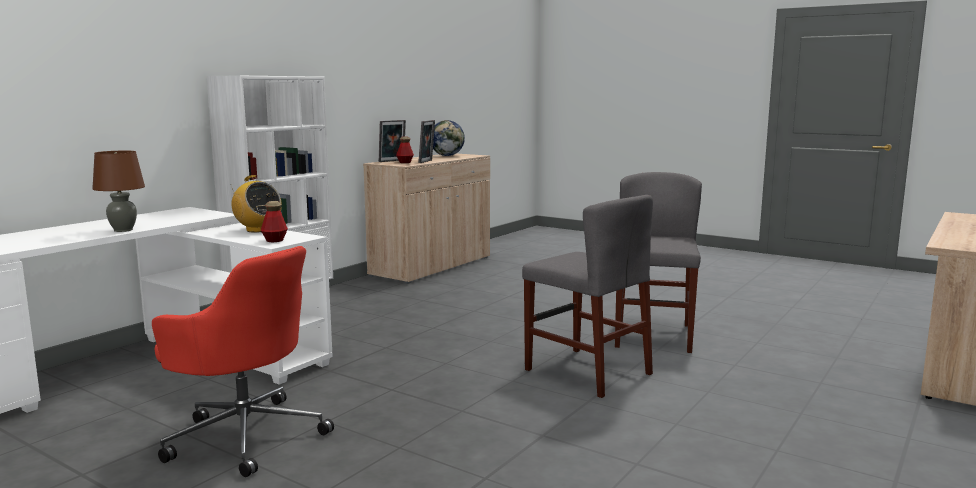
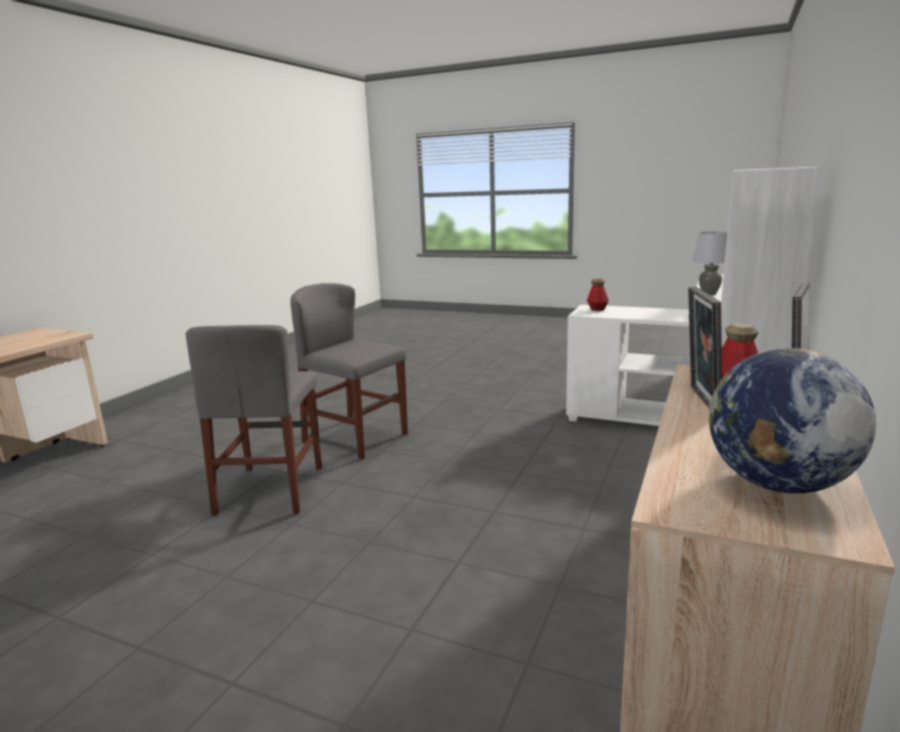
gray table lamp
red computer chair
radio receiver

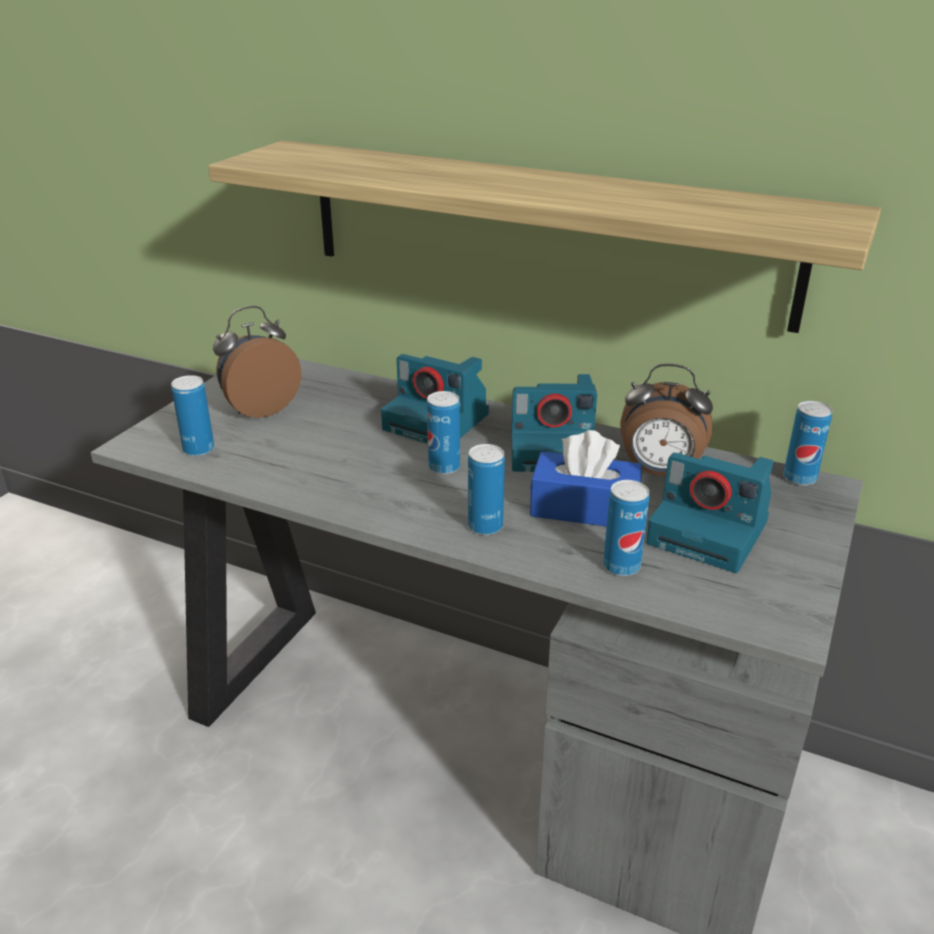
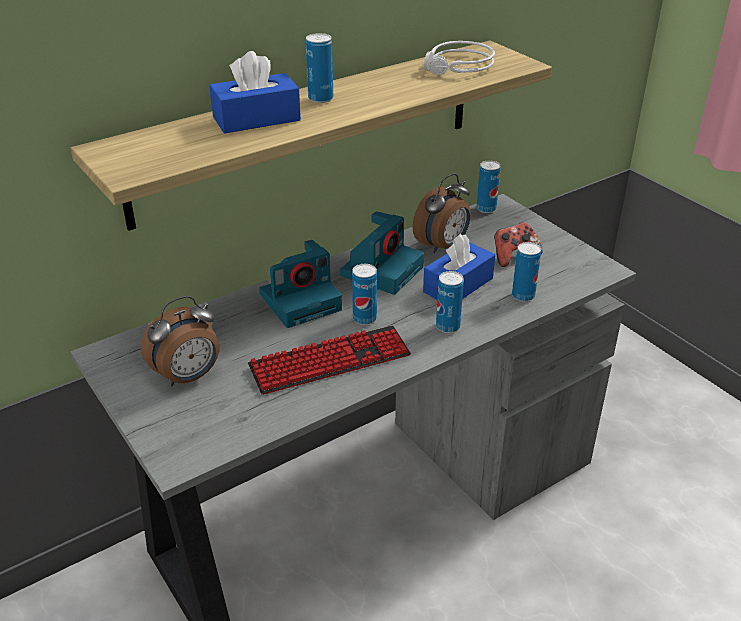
bedside clock (1st from left)
bluish tissue holder (1st from left)
PC keyboard
sealed can (1st from left)
gray headset
game controller

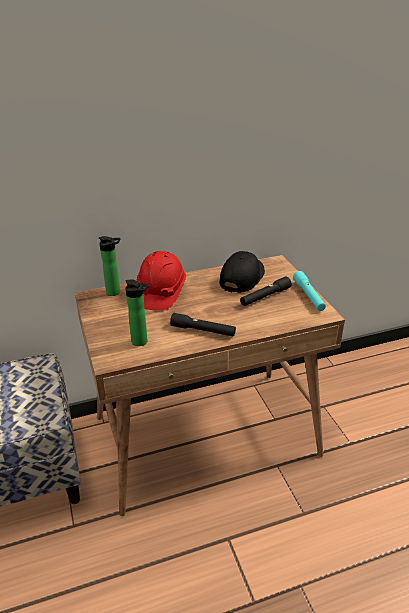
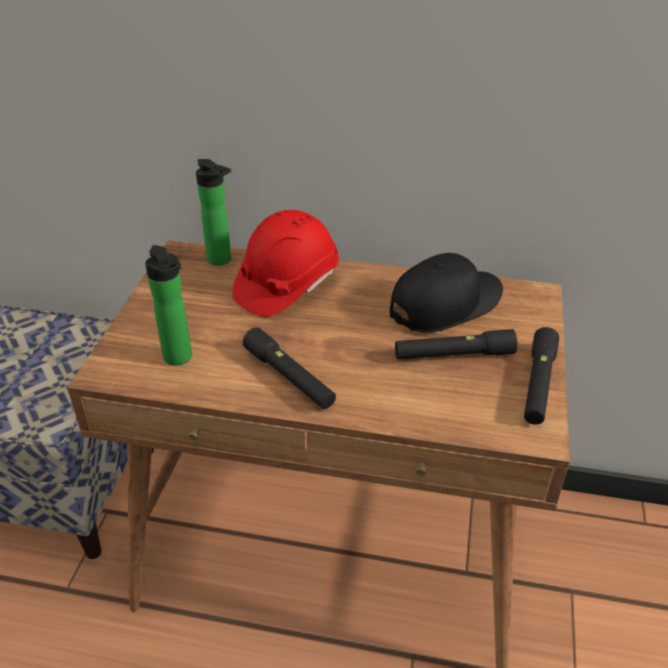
blackish flashlight (3rd from left)

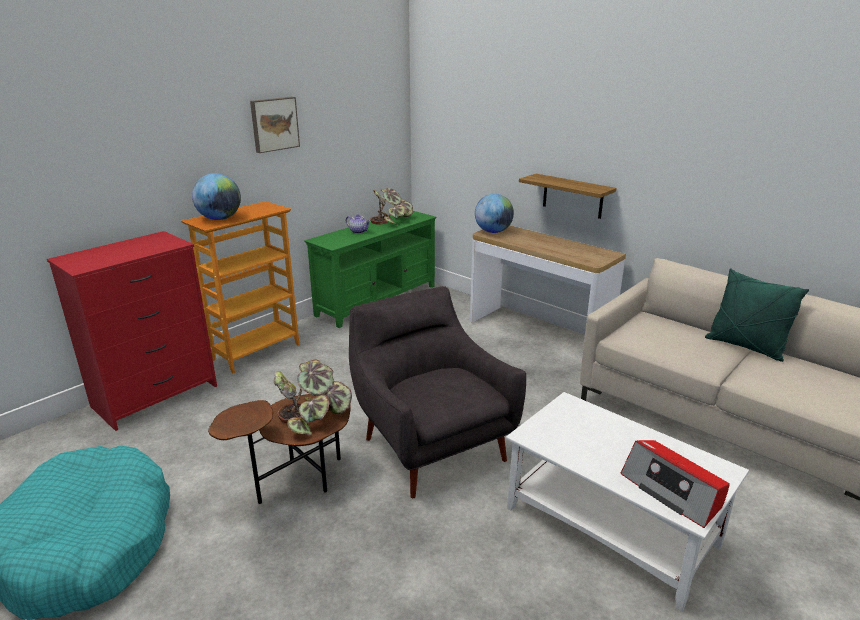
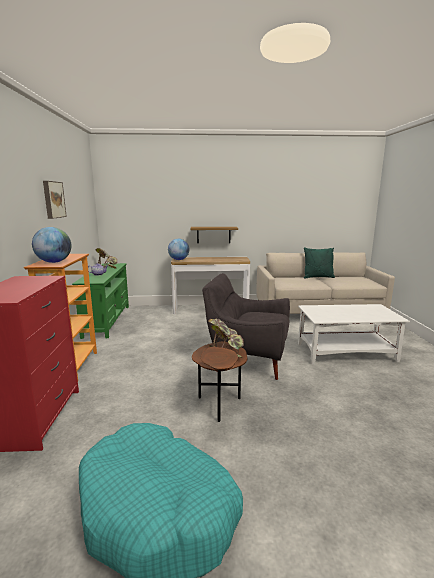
radio receiver

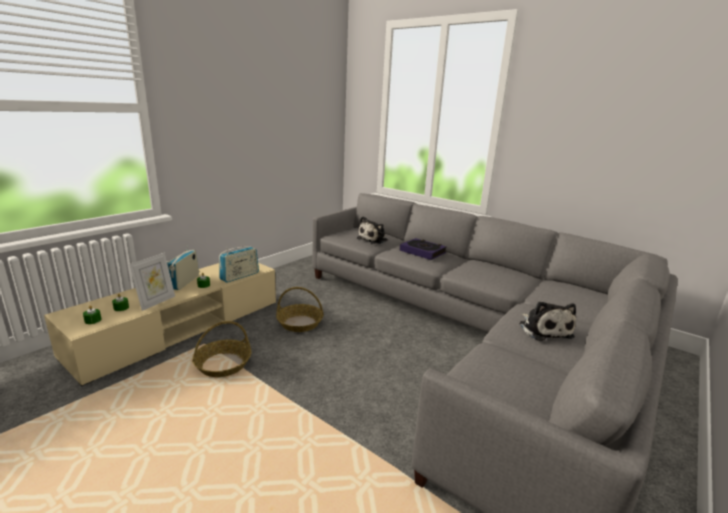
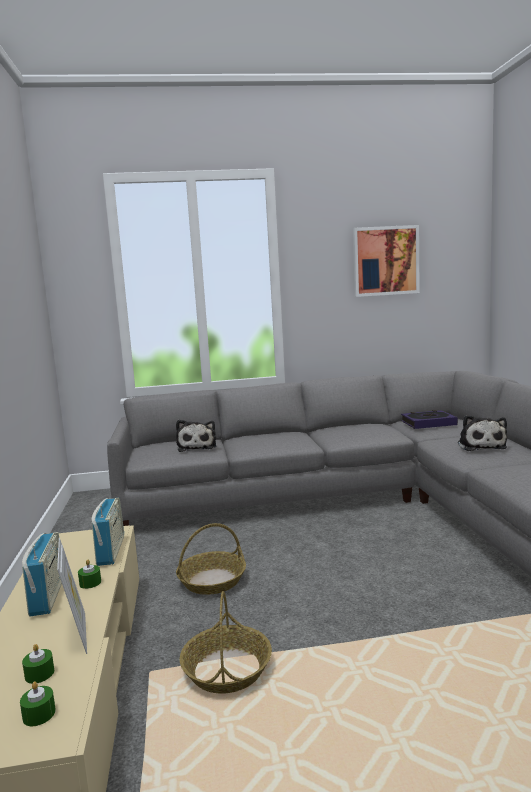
radio receiver (1st from left)
picture
volume
plush toy (2nd from left)

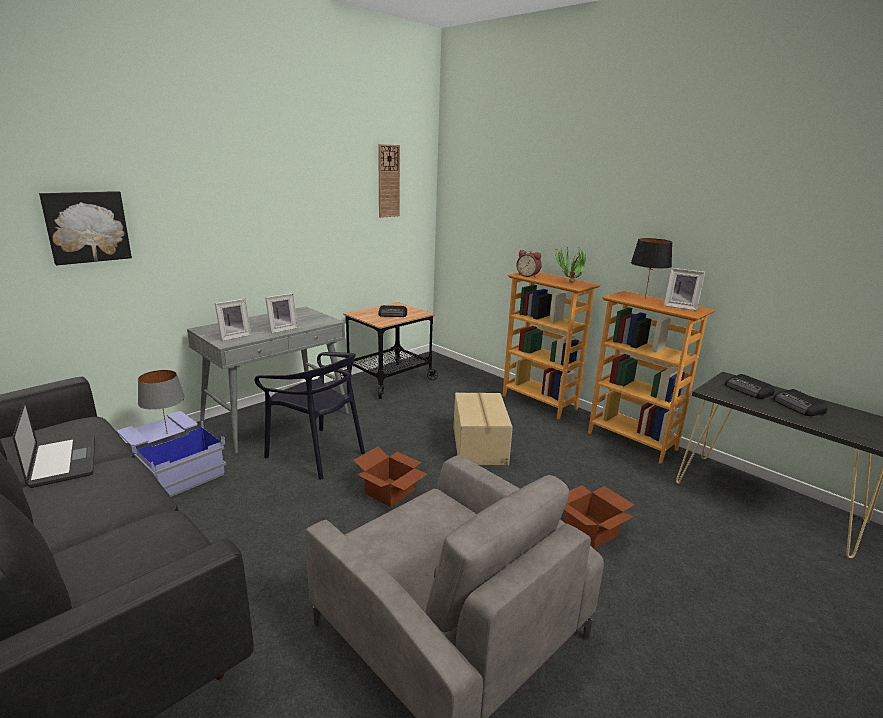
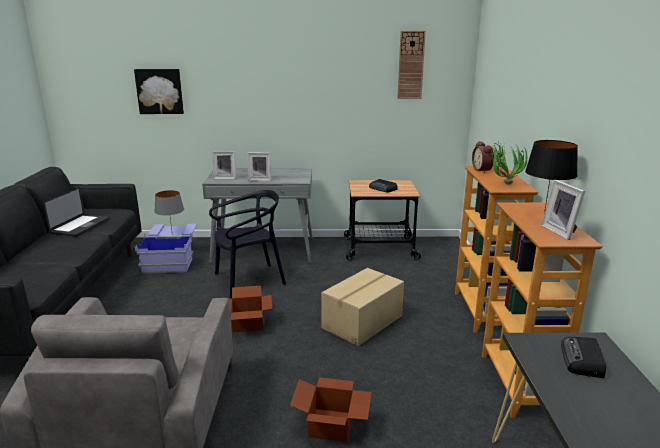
blackish upright chair
radio receiver (3rd from left in the first image)

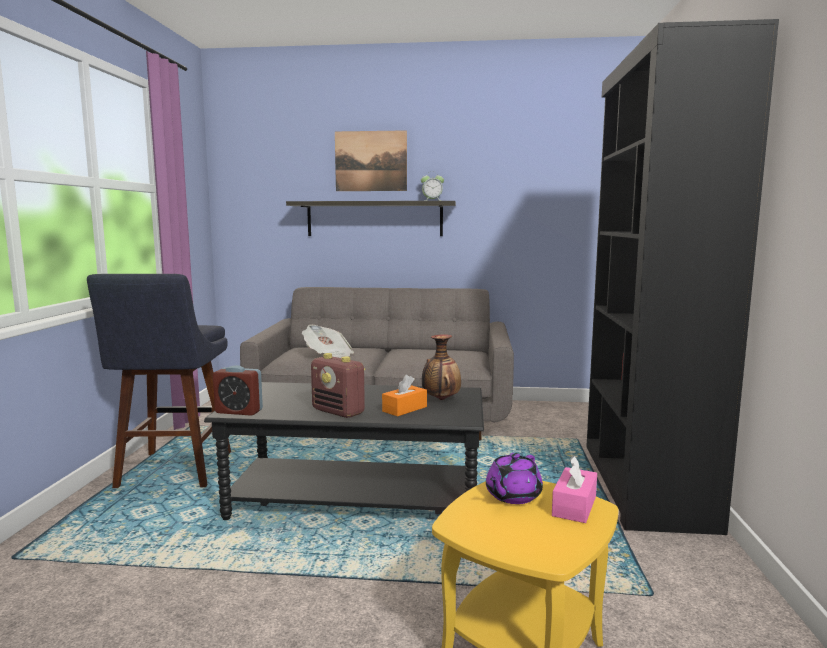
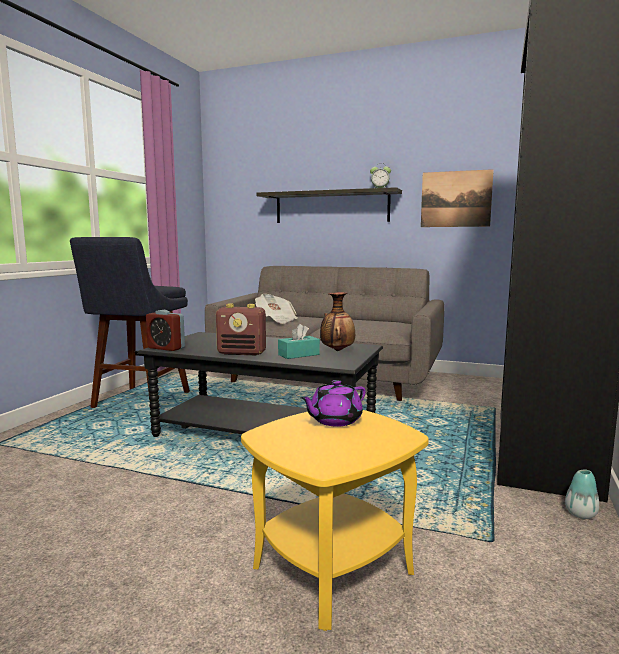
radio receiver
blue-green tissue holder
picture
decorative vase (2nd from left)
pinkish tissue holder

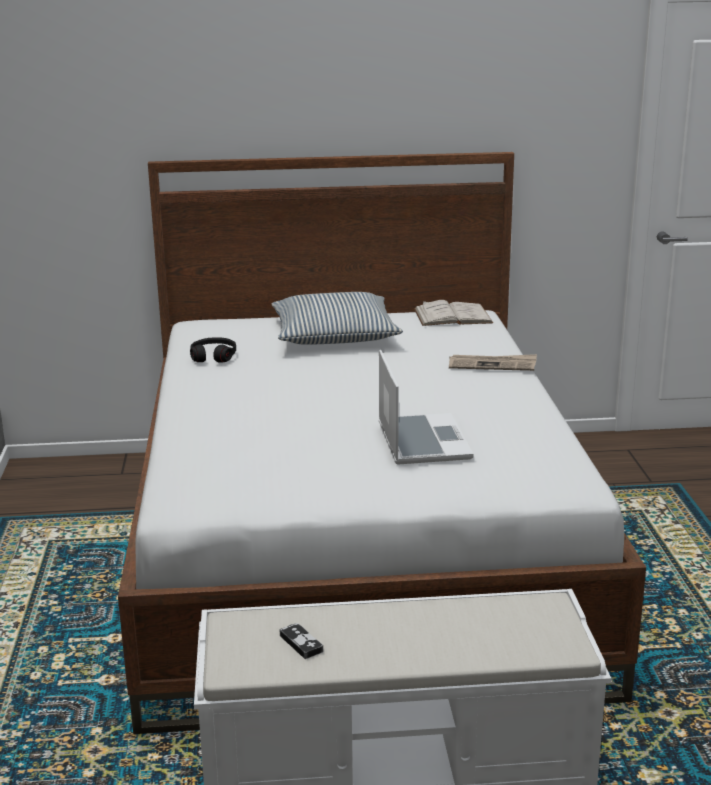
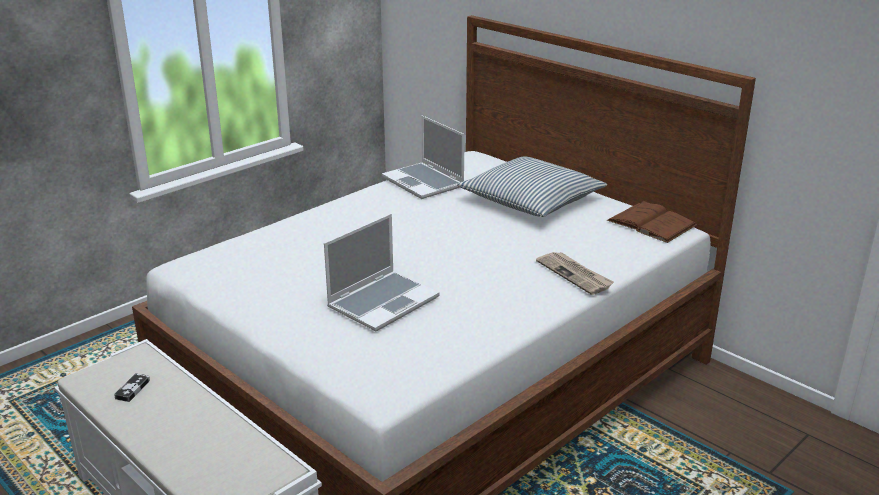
notebook computer (2nd from left)
brown-coloured volume

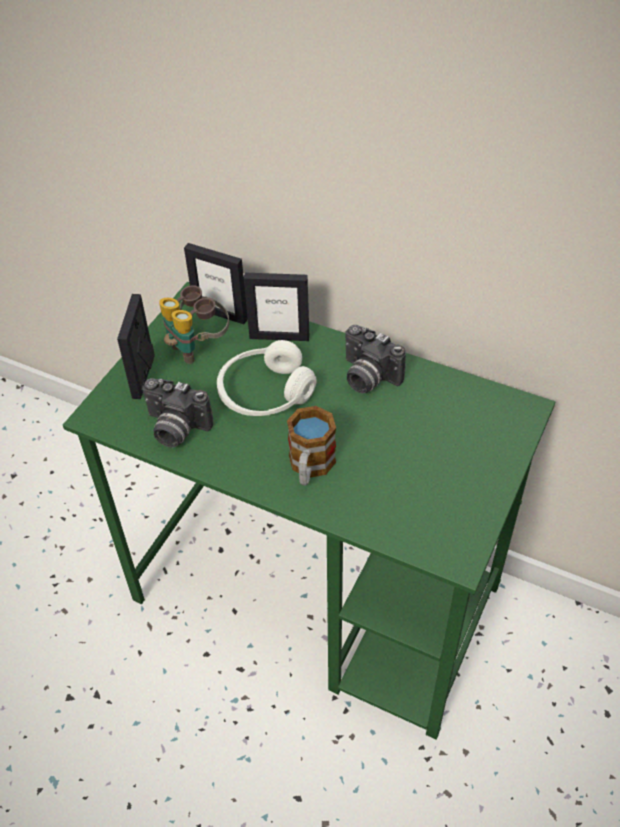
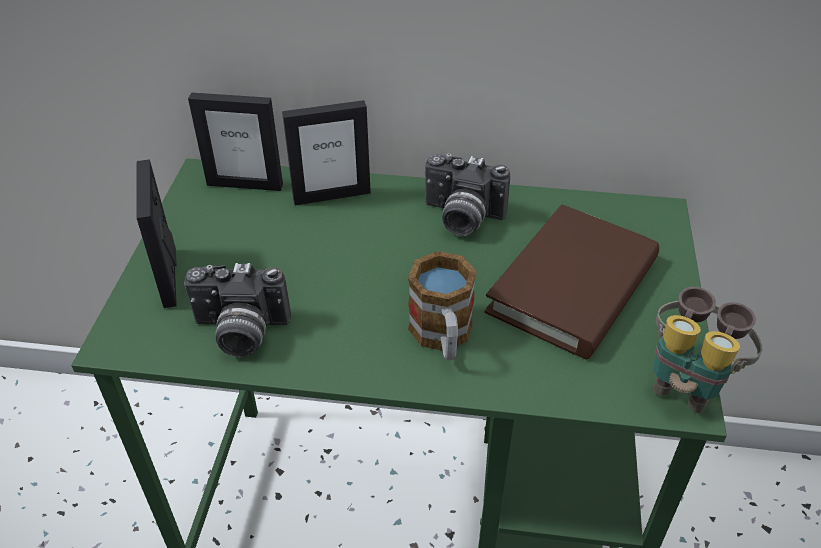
brown-coloured volume
pair of binoculars
whitish headset

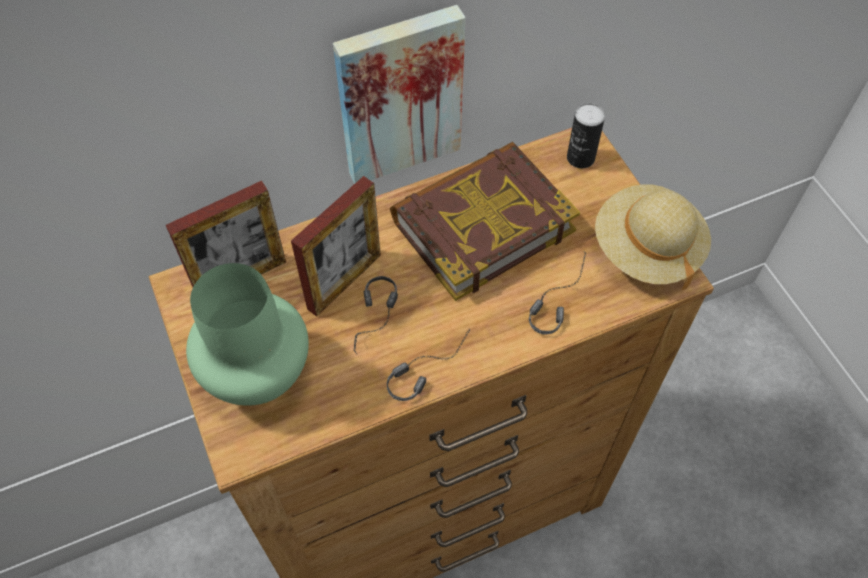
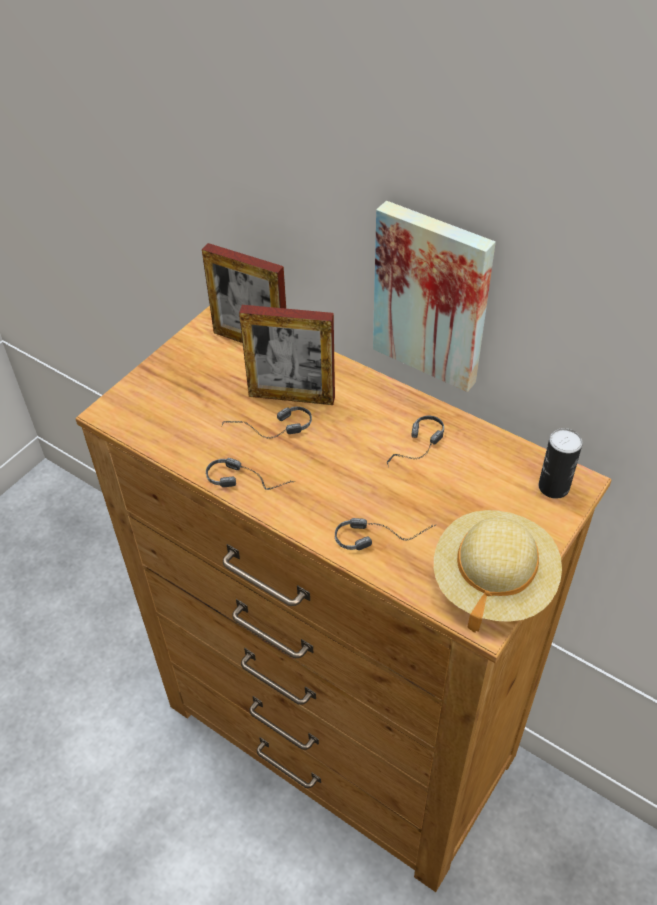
headset (4th from left)
green decorative vase

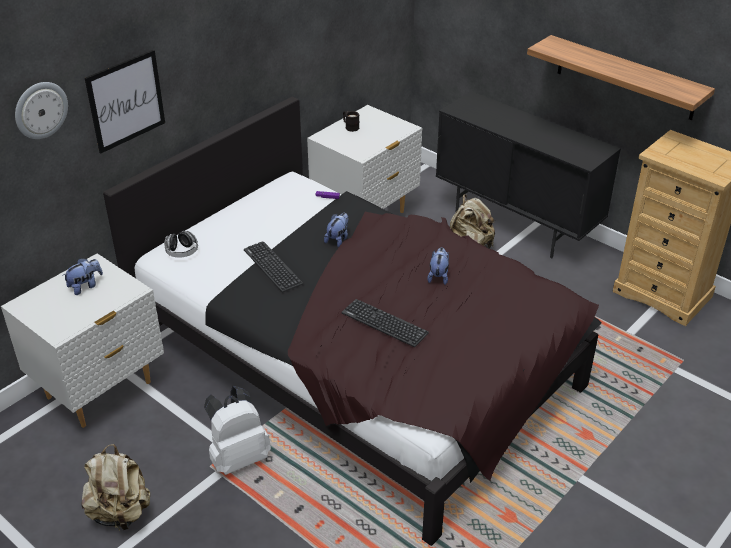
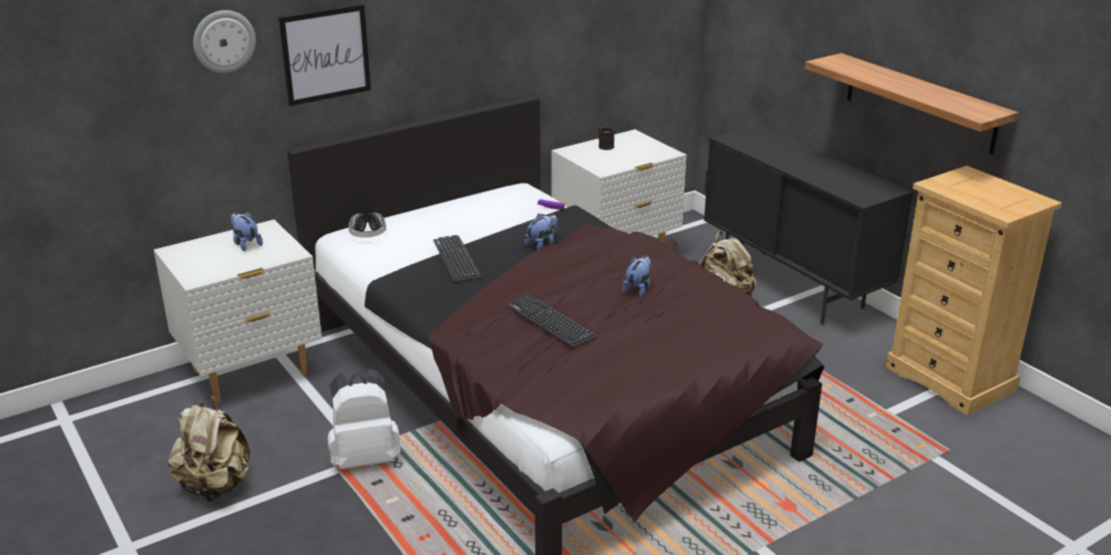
plush toy (1st from left)

